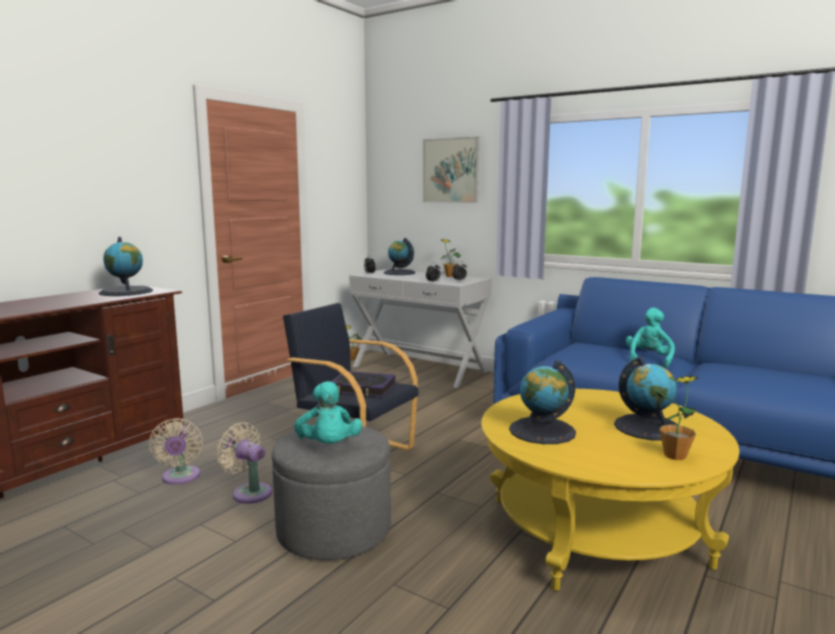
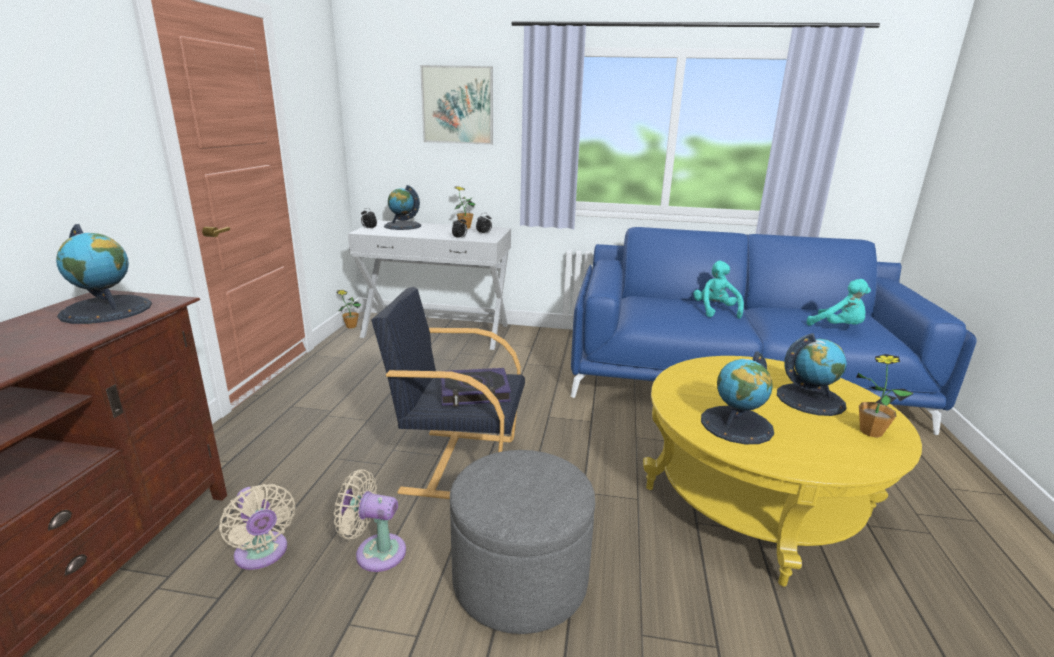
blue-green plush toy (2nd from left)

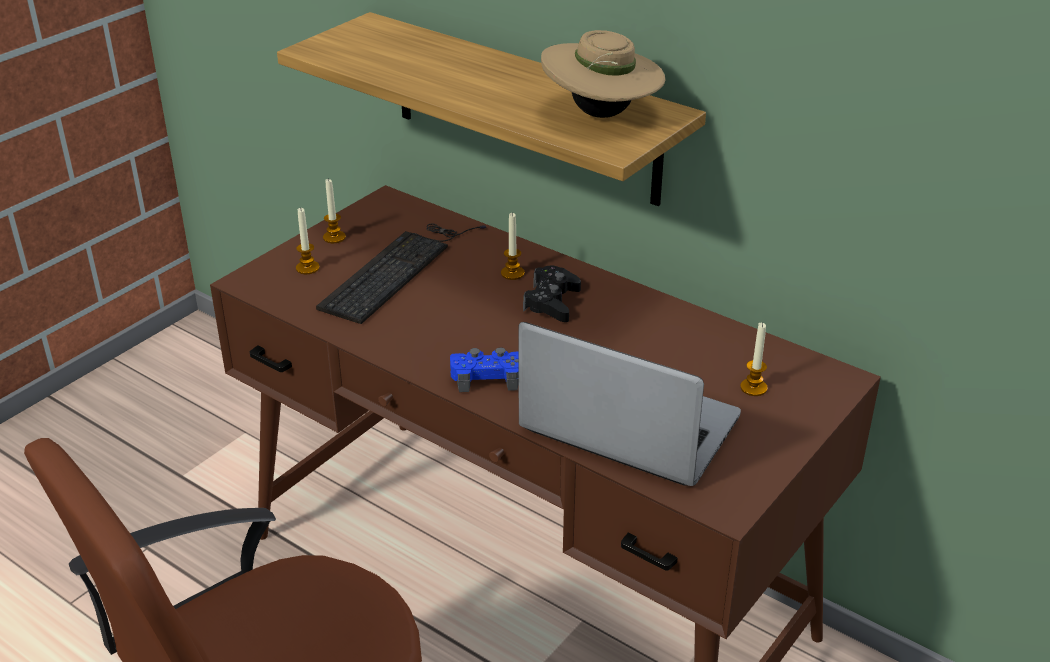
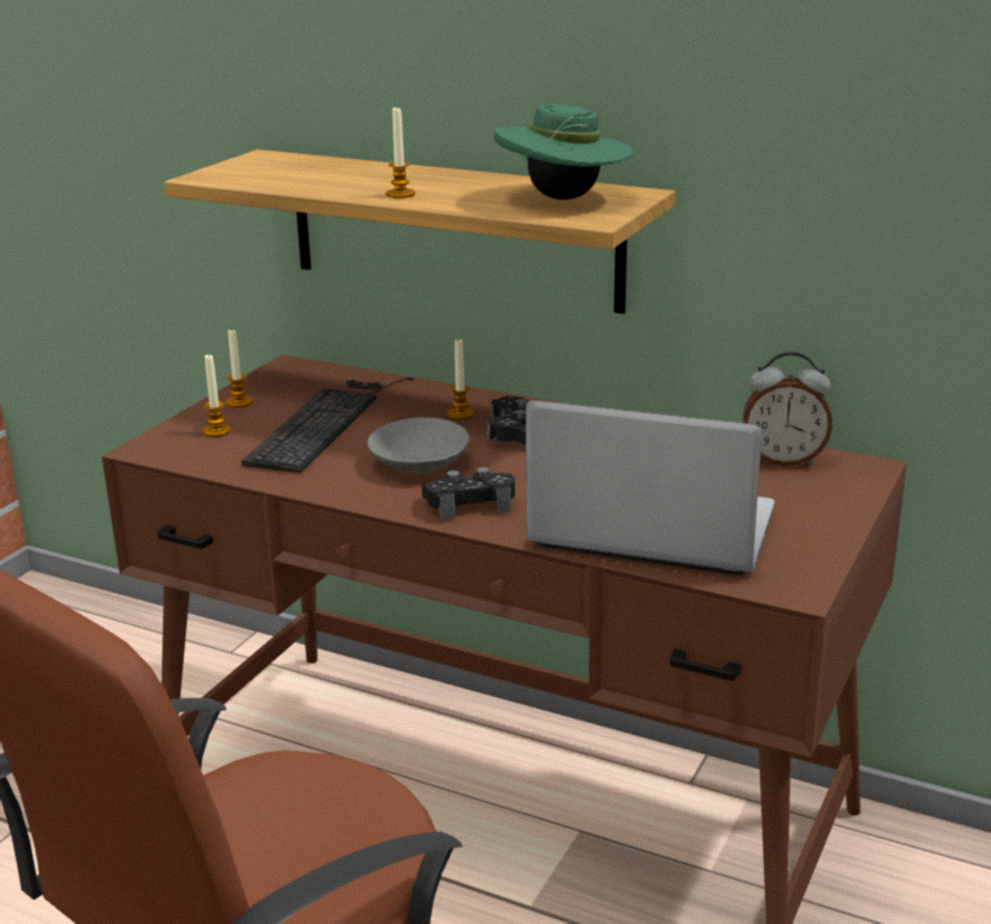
gray deep dish
wax candle (3rd from left)
blackish game controller (1st from left)
green hat
bedside clock

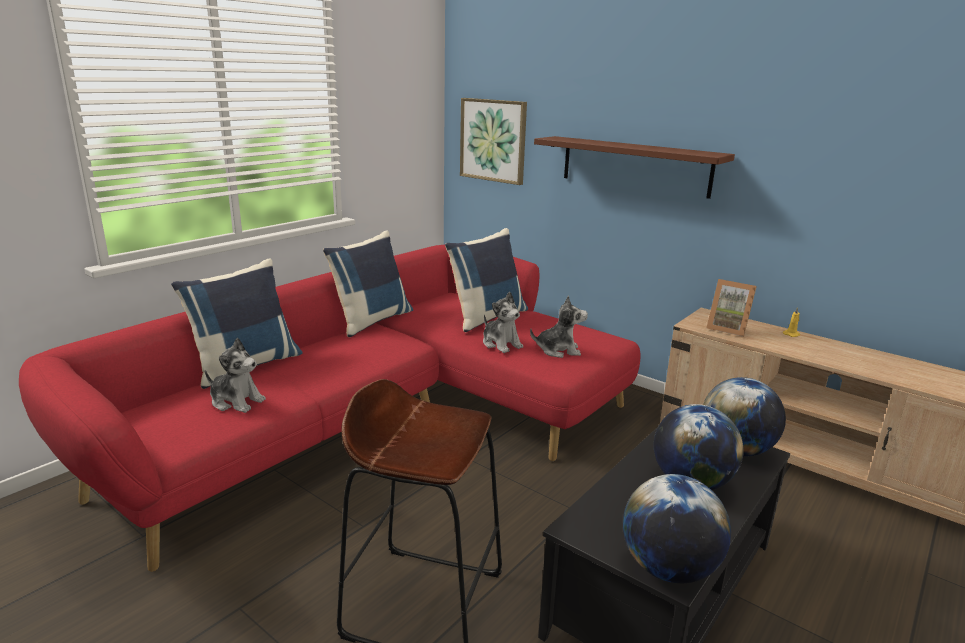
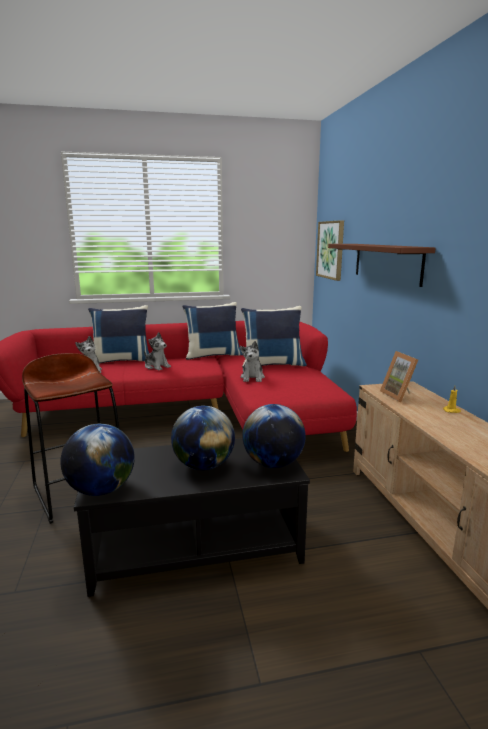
plush toy (2nd from left)

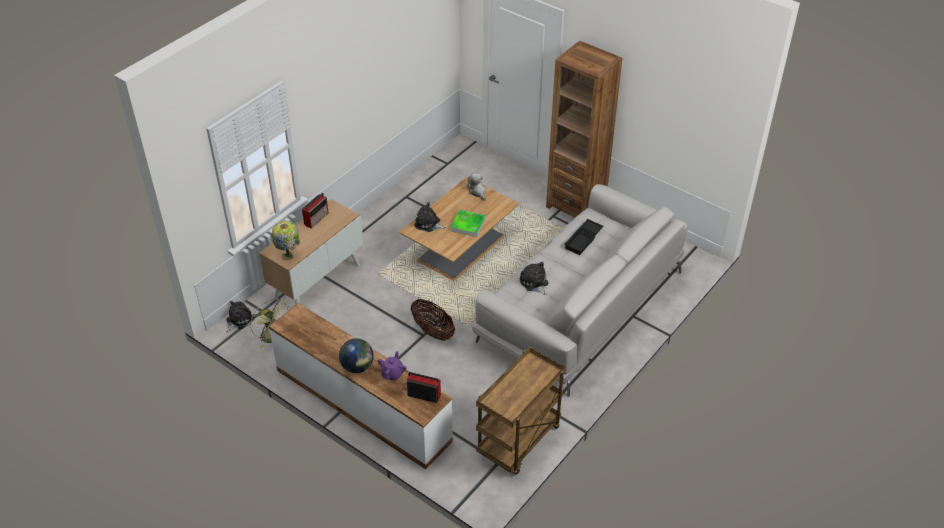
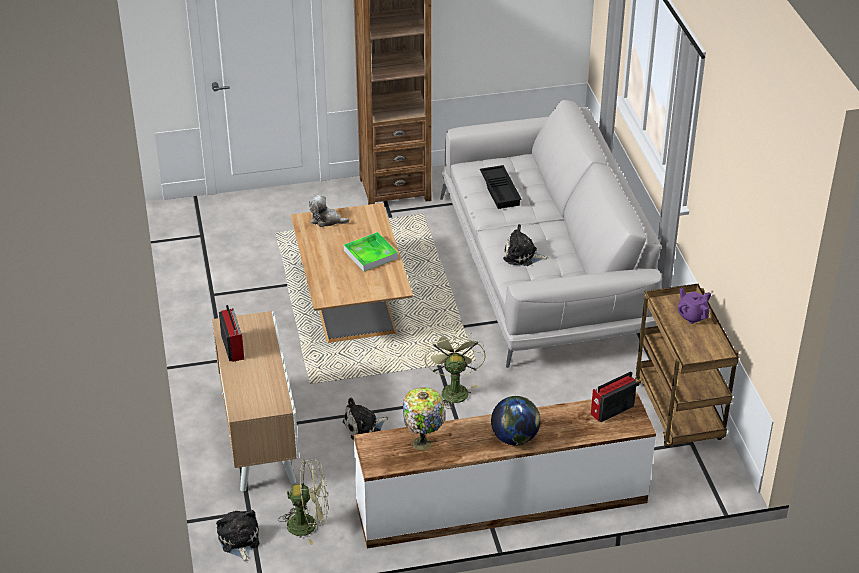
plush toy (3rd from left)
table lamp
green electric fan (2nd from left)
purple tea pot

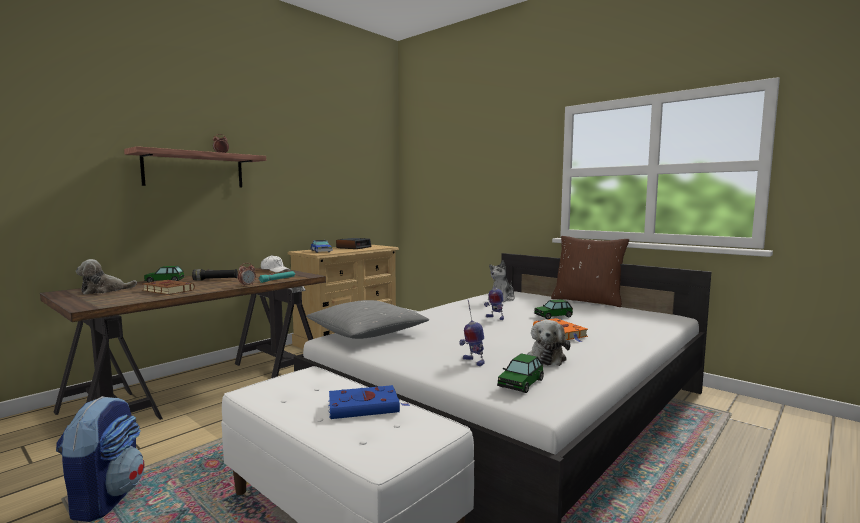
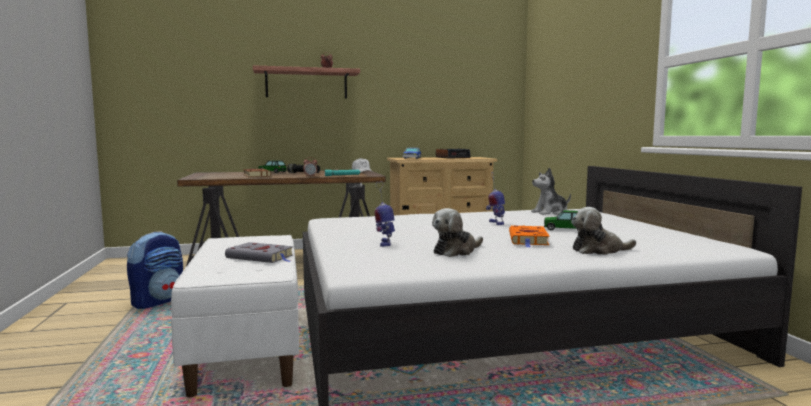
gray volume
plush toy (3rd from left)
gray cushion
toy car (3rd from left in the first image)
brown-coloured cushion

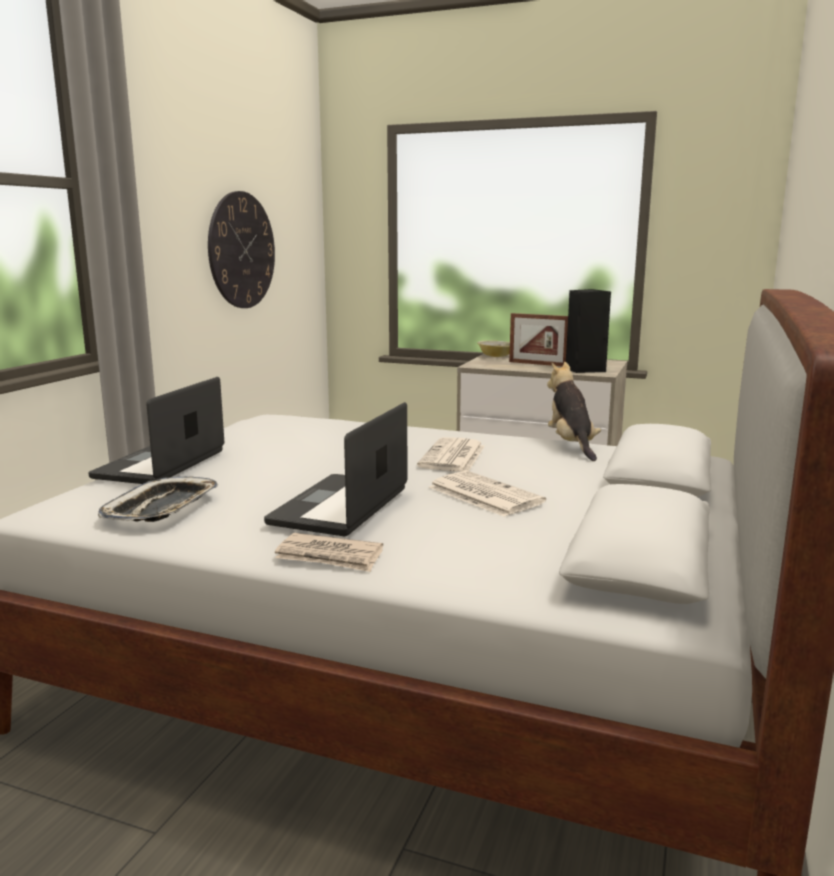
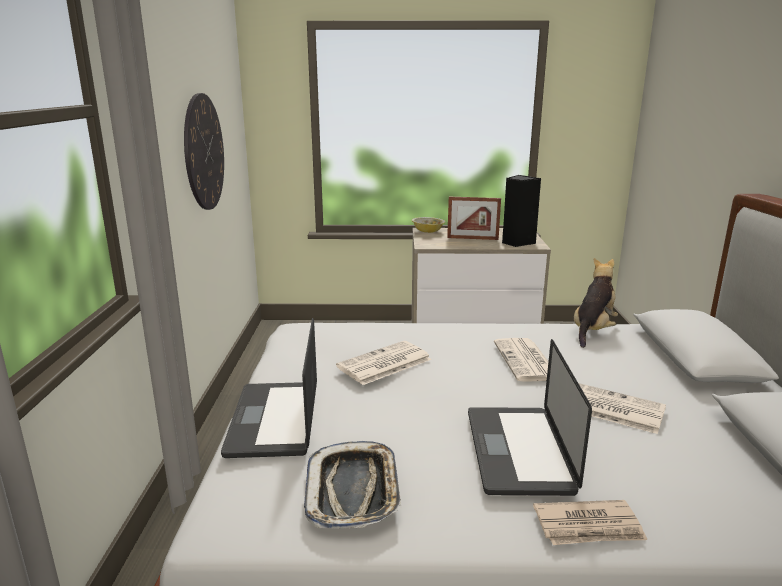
printed paper (1st from left)
plush toy

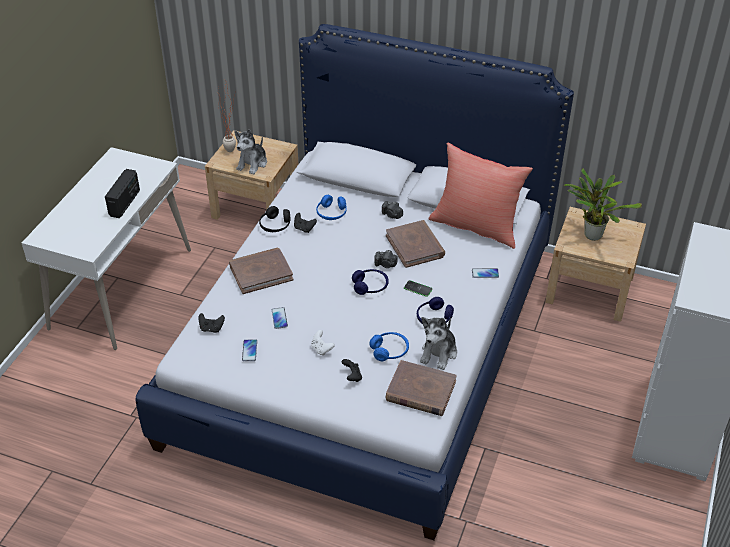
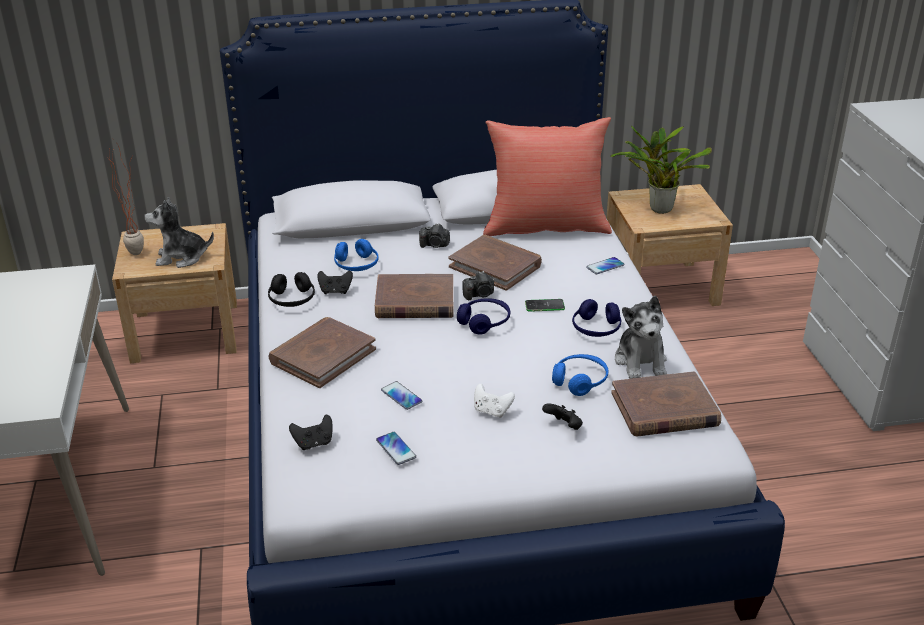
plush toy (1st from left)
brown-coloured volume (2nd from left)
radio receiver

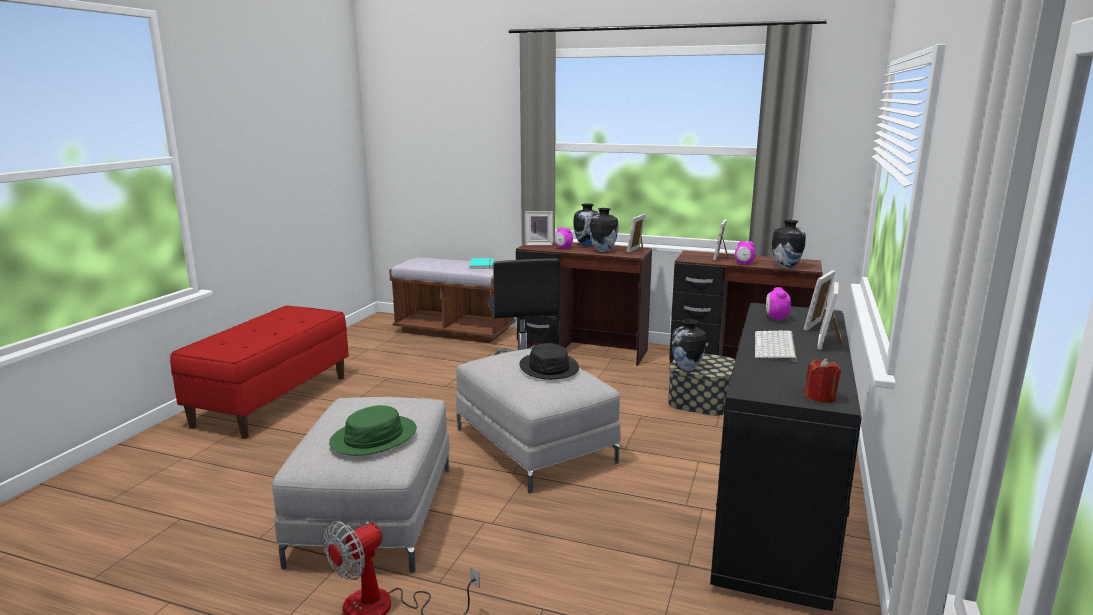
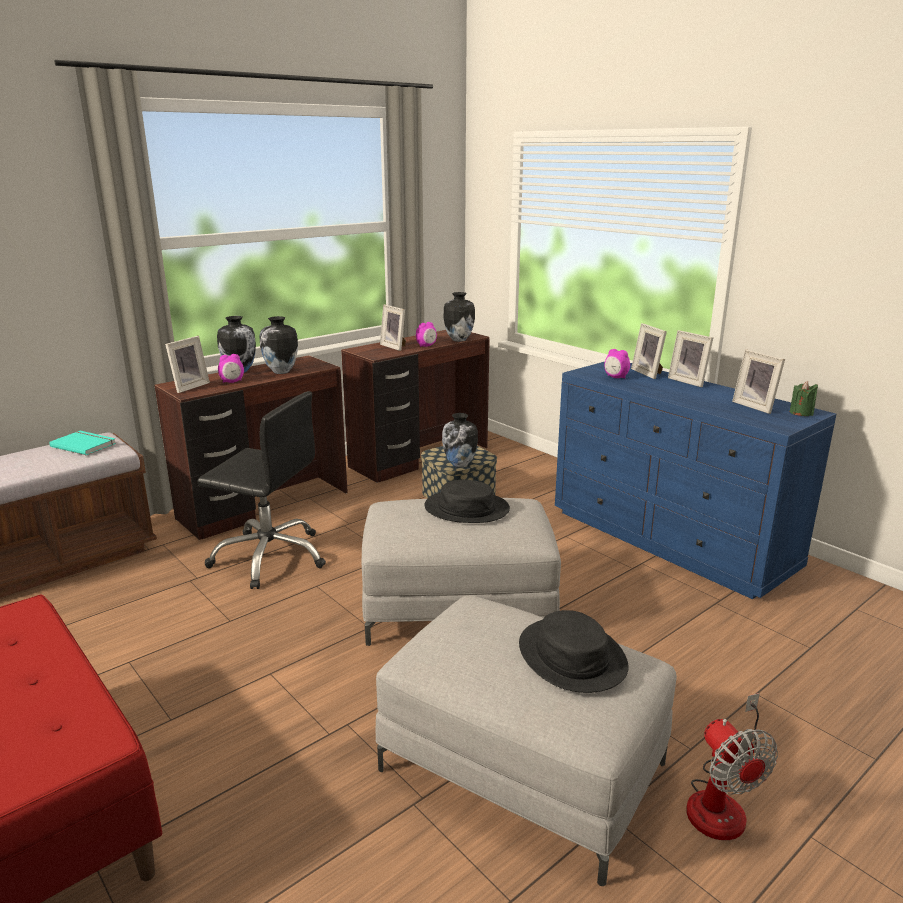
blackish hat (2nd from left)
bluish chest of drawers
standing frame (5th from left)
green wax candle
PC keyboard

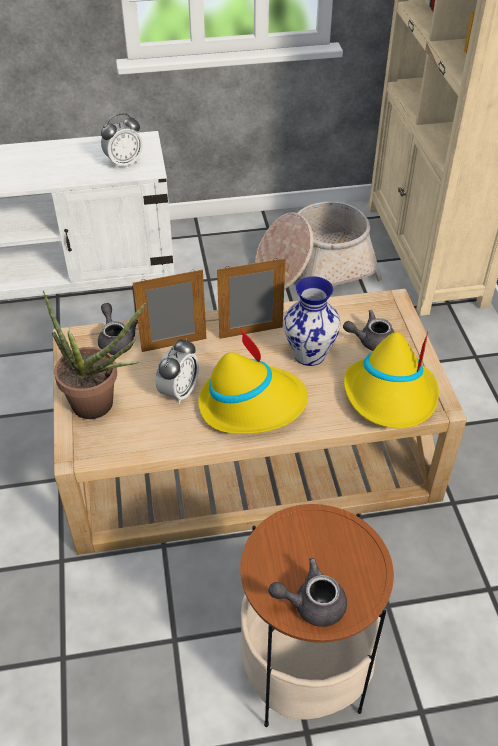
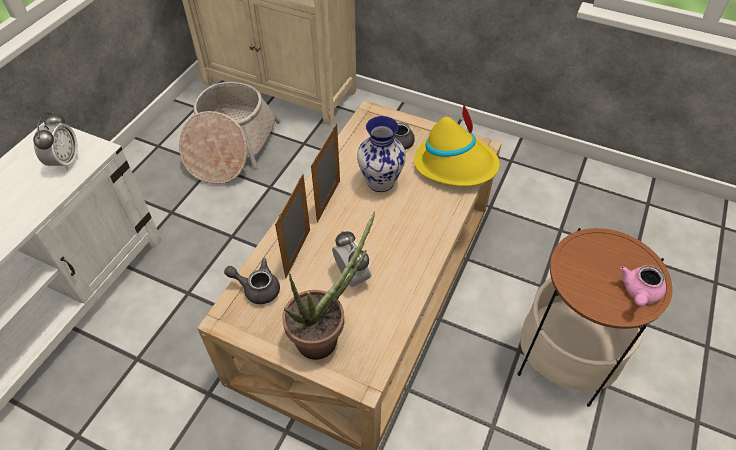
pinkish tea pot
yellow hat (1st from left in the first image)

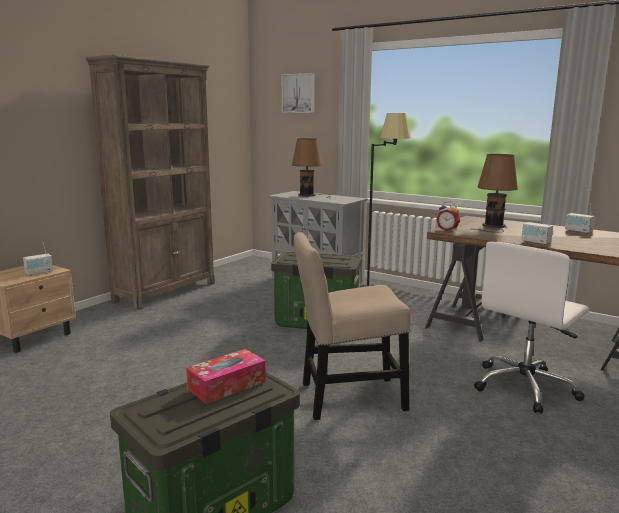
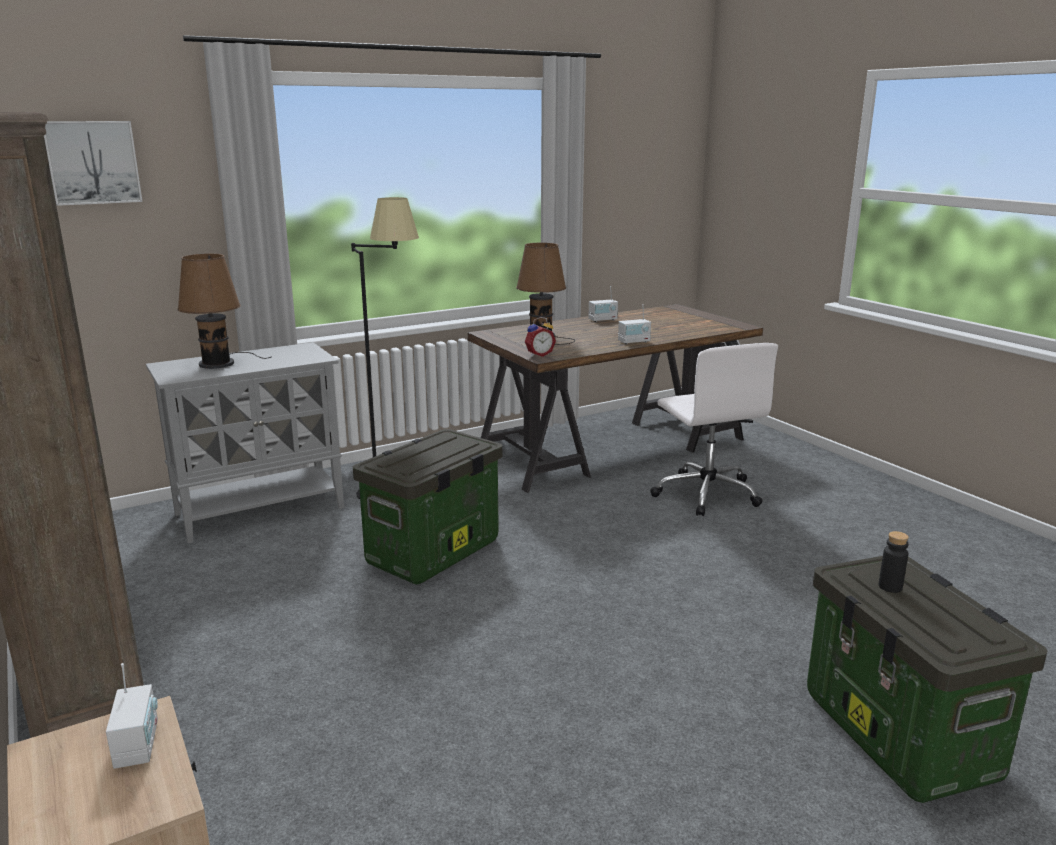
blackish beverage bottle
sand-coloured upright chair

